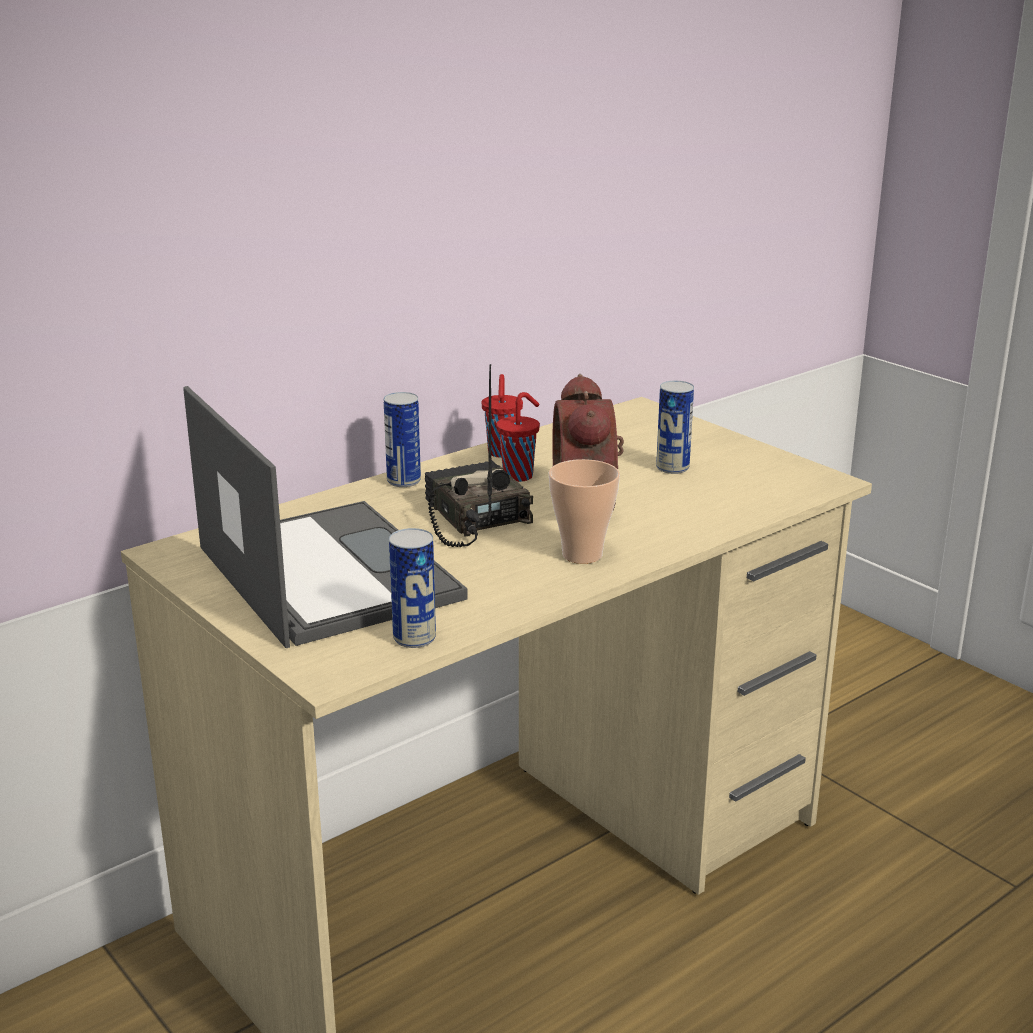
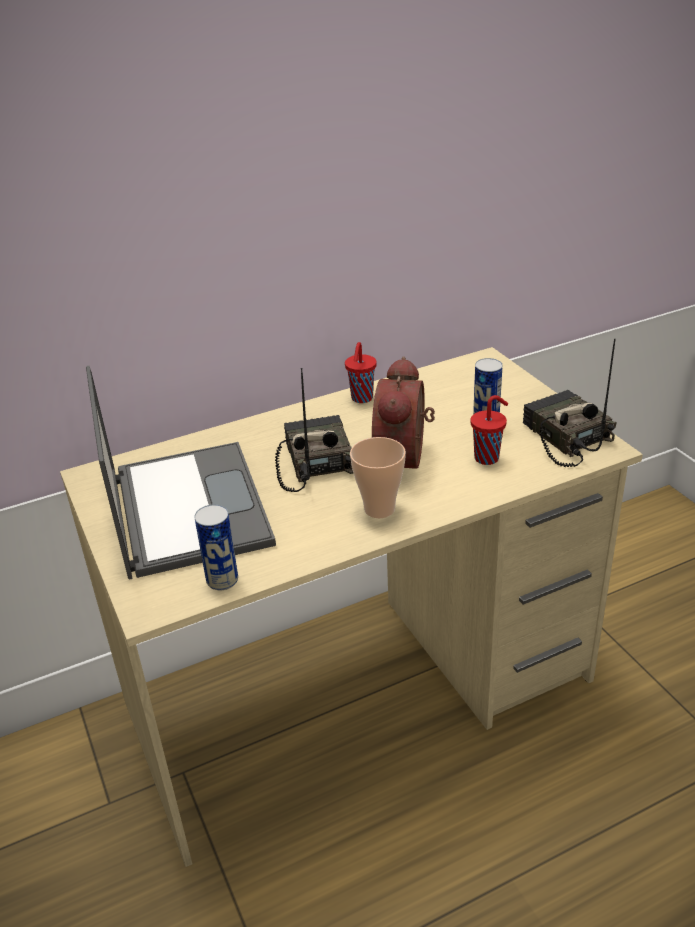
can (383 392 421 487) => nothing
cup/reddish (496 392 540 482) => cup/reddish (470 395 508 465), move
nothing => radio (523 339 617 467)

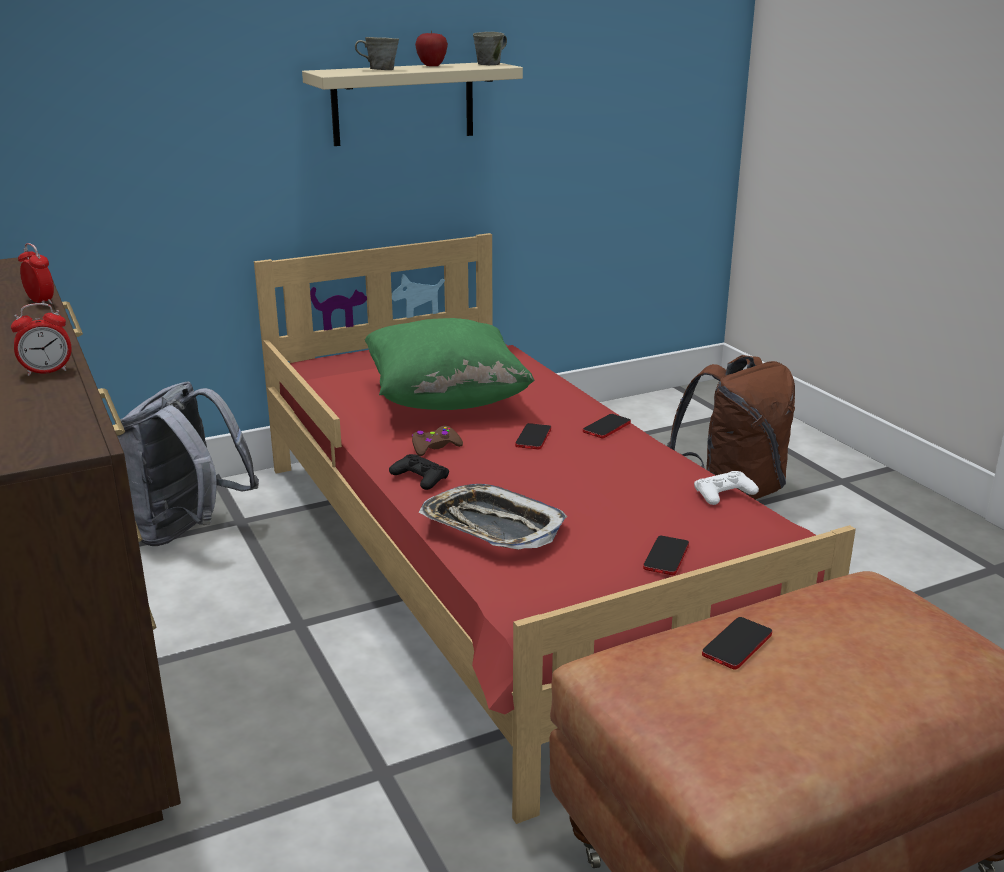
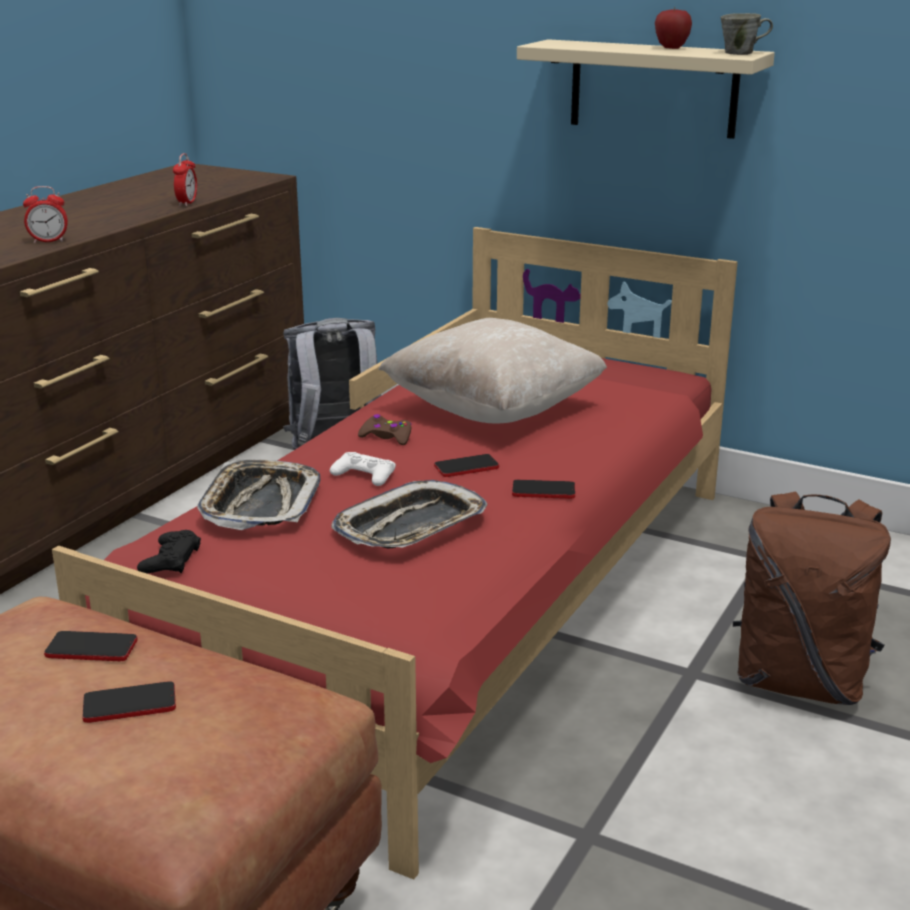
mug/grey (355 37 399 70) => nothing
table clock (11 303 72 376) => table clock (23 186 68 243), 45 degrees counterclockwise
pillow/green (365 318 535 410) => pillow/beige-coloured (378 318 607 423)
gamepad/black (389 454 449 490) => gamepad/black (137 530 201 574), move
gamepad/white-coloured (694 471 759 505) => gamepad/white-coloured (330 452 396 486), move
telephone (643 535 689 575) => telephone (82 681 176 723), move
nothing => tray (331 480 488 549)

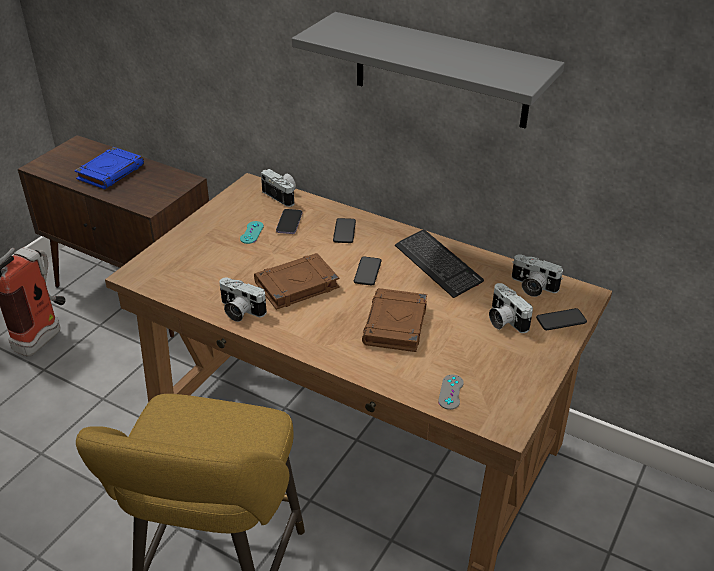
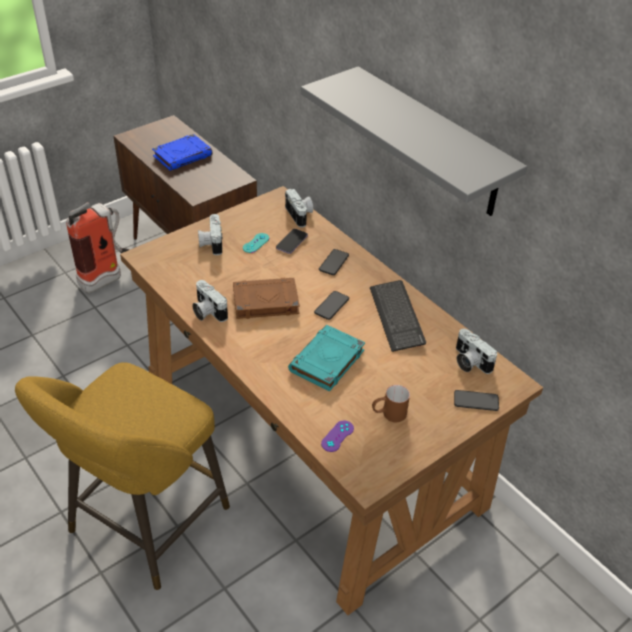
still camera (489 283 533 333) => still camera (198 214 223 255), move
volume/brownish (362 288 427 352) => volume/turquoise (288 325 365 392)
gamepad/grey (438 375 464 410) => gamepad/purple-coloured (321 420 354 452)
nothing => mug/brownish (372 385 410 422)

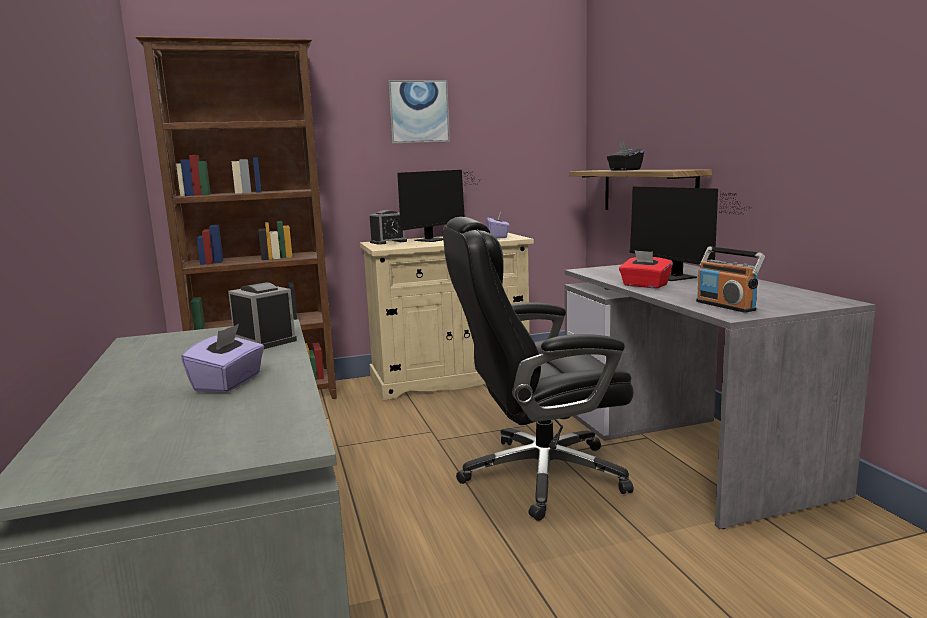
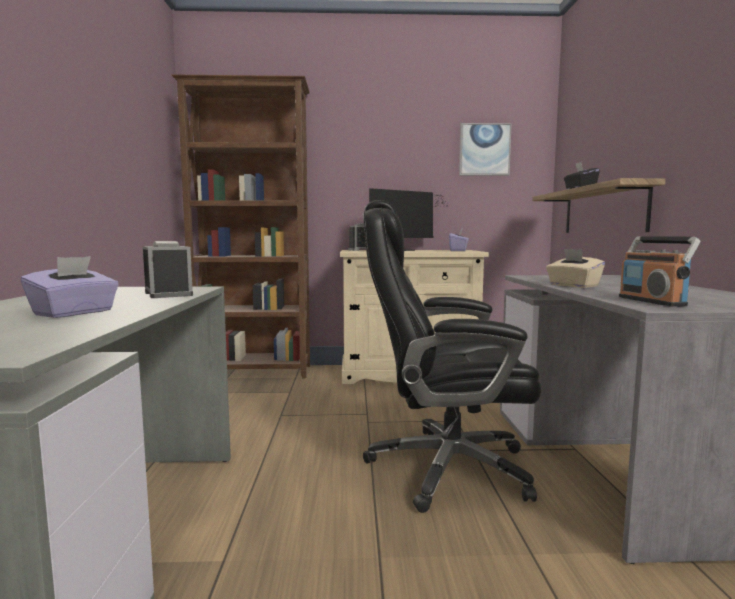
wall picture (388 80 450 144) => wall picture (459 123 512 176), move
monitor (630 187 750 281) => nothing
tissue box/reddish (619 250 673 288) => tissue box/beige-coloured (546 249 605 288)

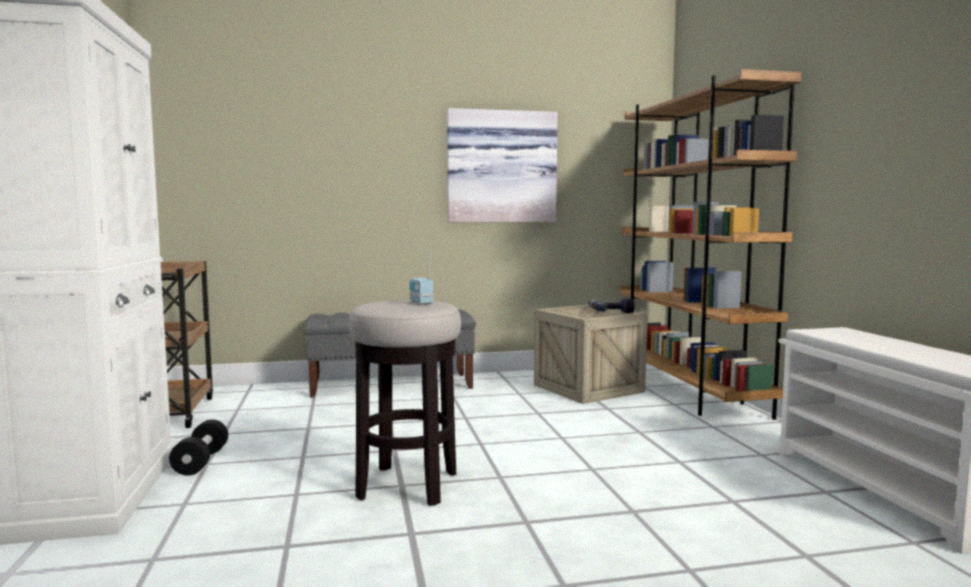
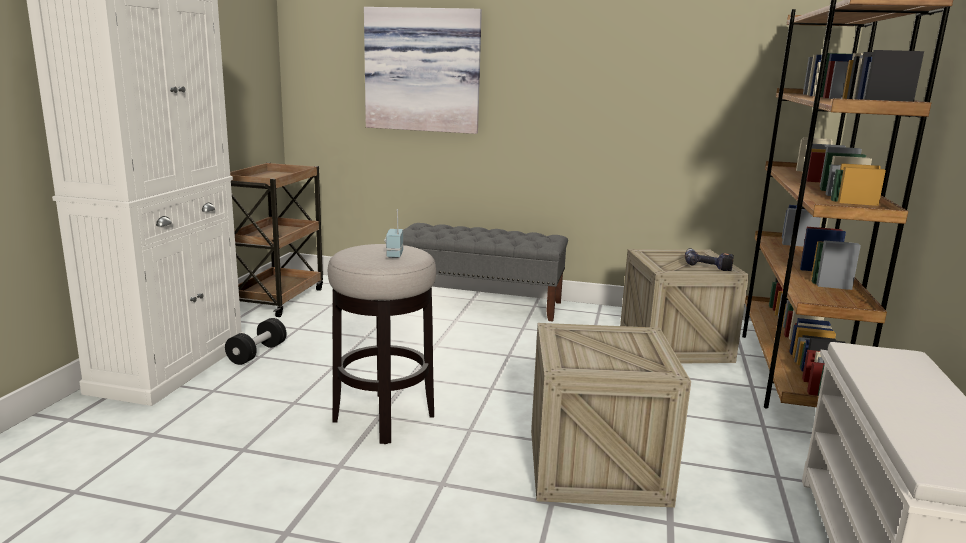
wall picture (447 108 558 222) => wall picture (364 7 482 134), move
nothing => crate (531 323 691 508)

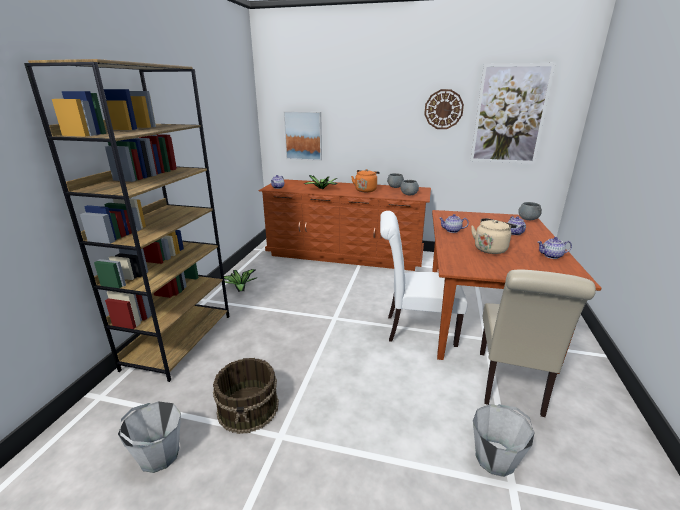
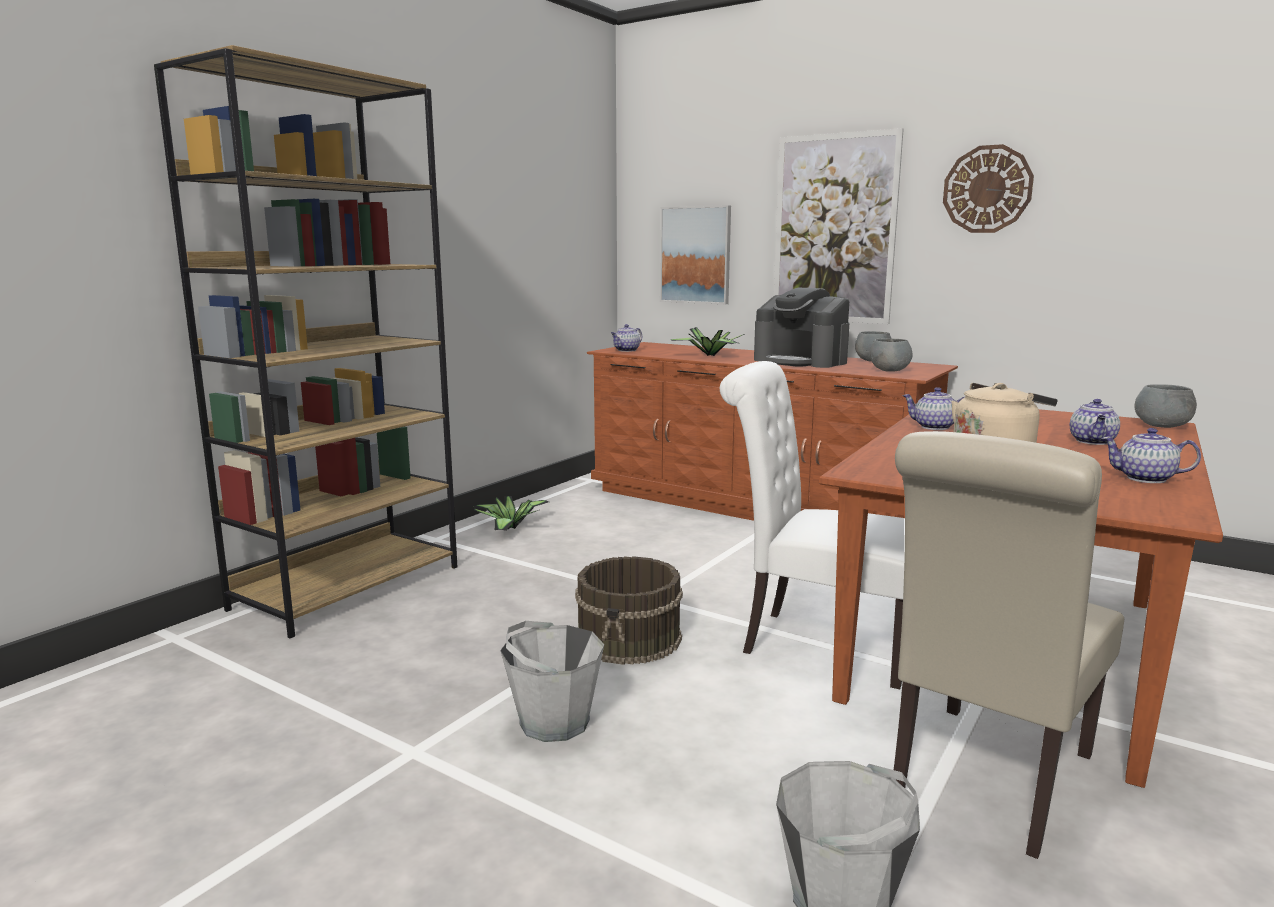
wall picture (470 63 556 164) => wall picture (774 128 904 324), move
tea kettle/orangey (351 169 380 192) => coffee machine (754 287 849 368)
pail/brownish (213 358 279 434) => pail/brownish (575 556 683 665), move
pail/grey (118 401 181 473) => pail/grey (500 621 604 742), move

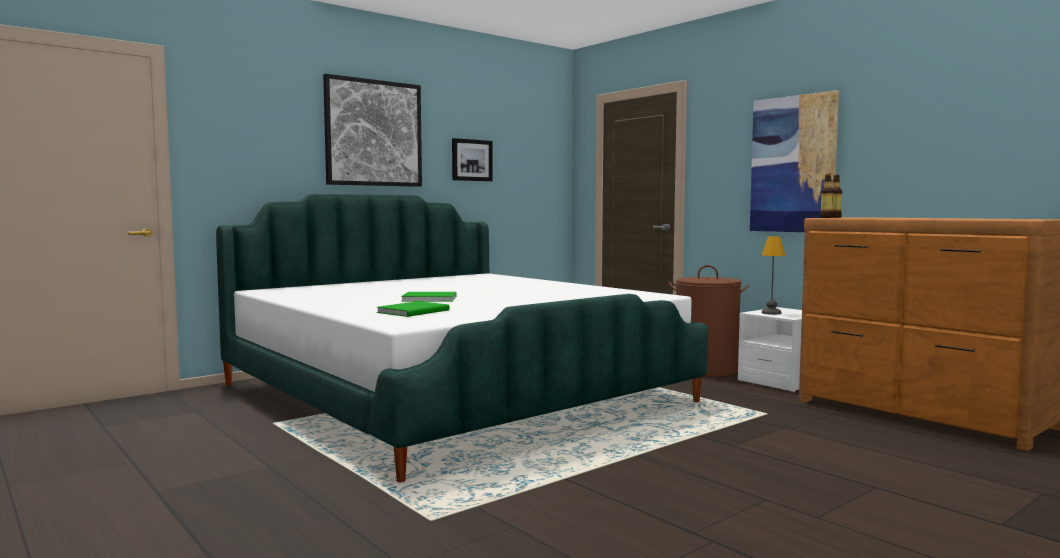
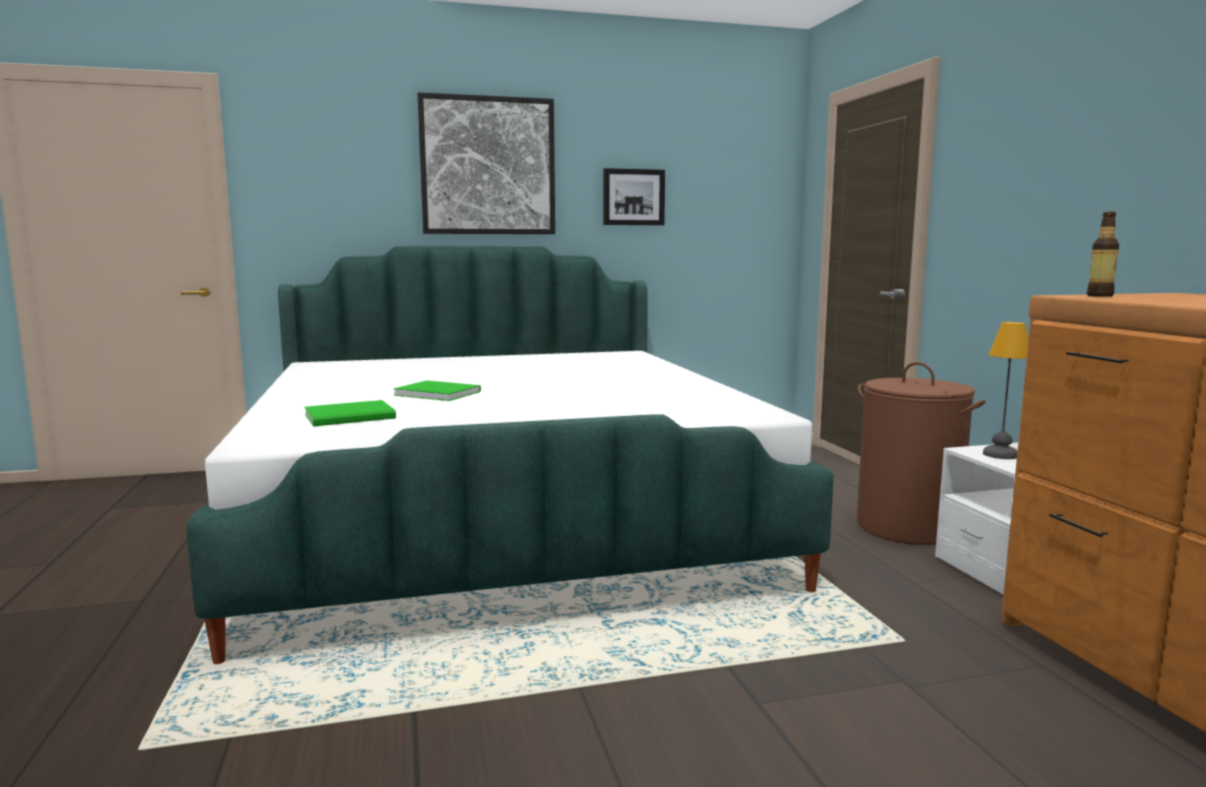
wall picture (750 90 839 232) => nothing
bottle (820 174 834 218) => nothing

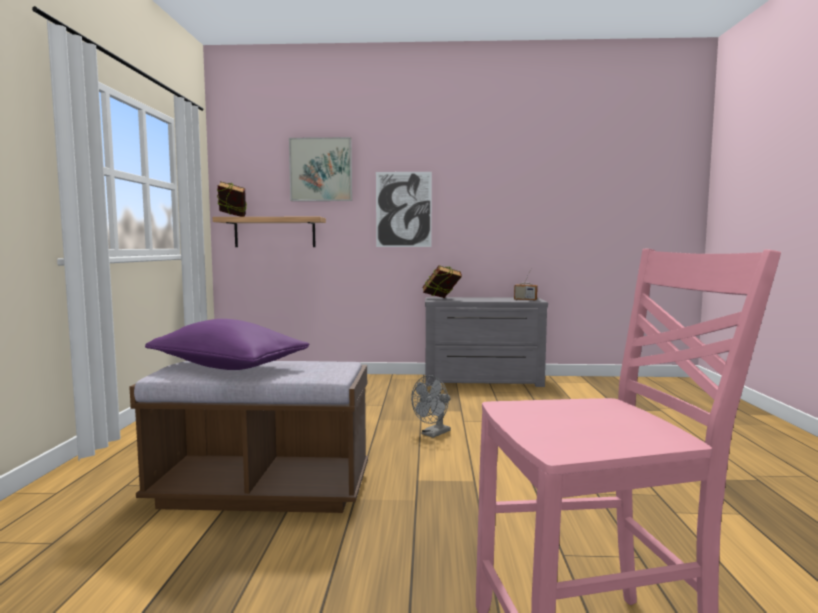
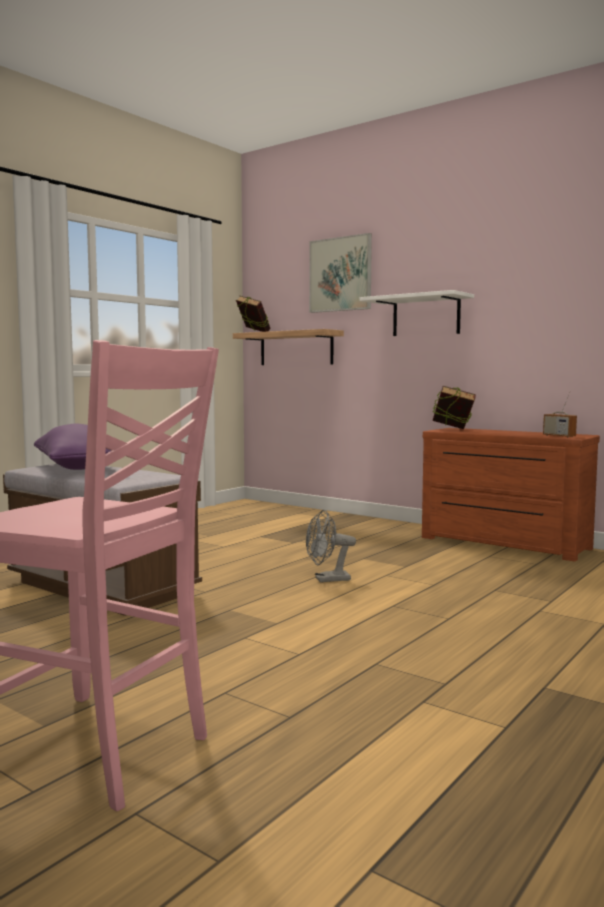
wall picture (376 172 432 247) => wall shelf/white-coloured (360 290 474 336)
chest of drawers/grey (425 297 548 387) => chest of drawers/brownish (422 428 600 562)

